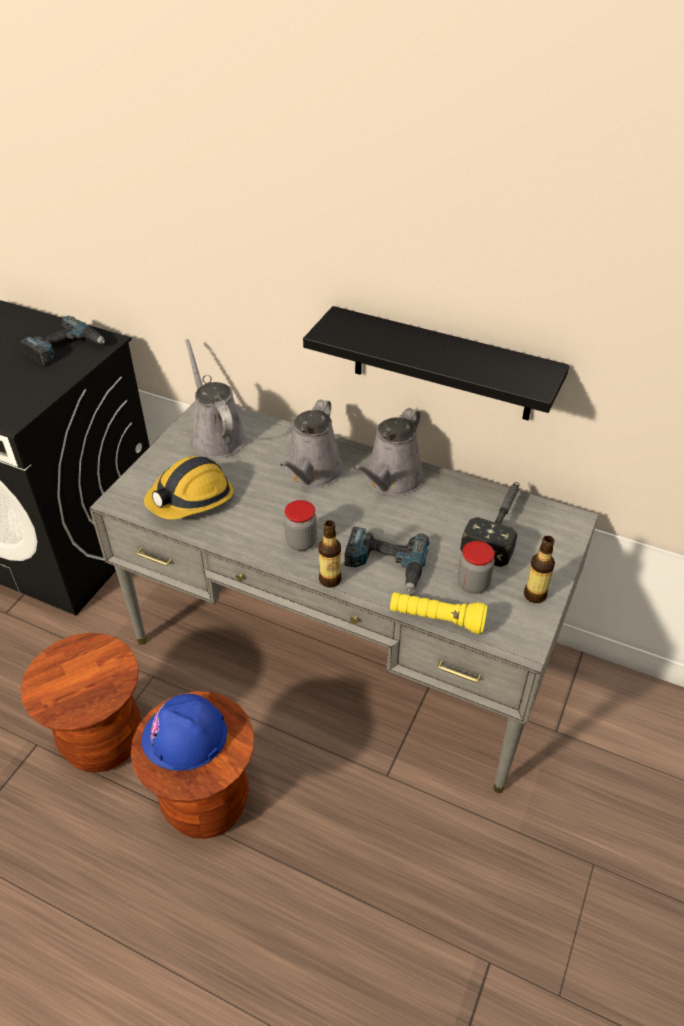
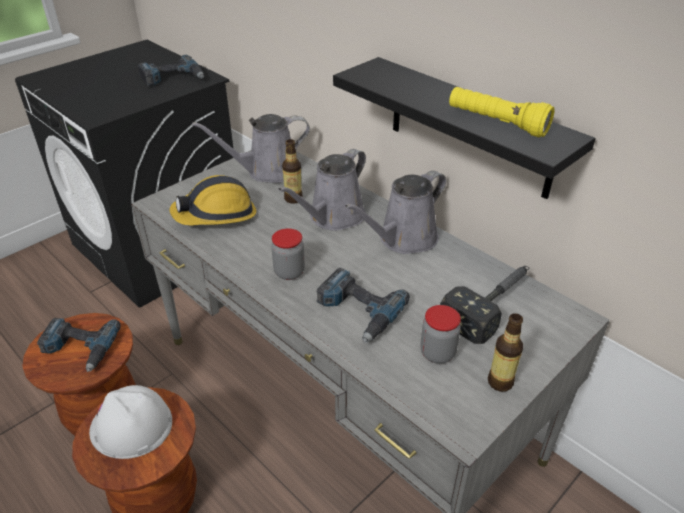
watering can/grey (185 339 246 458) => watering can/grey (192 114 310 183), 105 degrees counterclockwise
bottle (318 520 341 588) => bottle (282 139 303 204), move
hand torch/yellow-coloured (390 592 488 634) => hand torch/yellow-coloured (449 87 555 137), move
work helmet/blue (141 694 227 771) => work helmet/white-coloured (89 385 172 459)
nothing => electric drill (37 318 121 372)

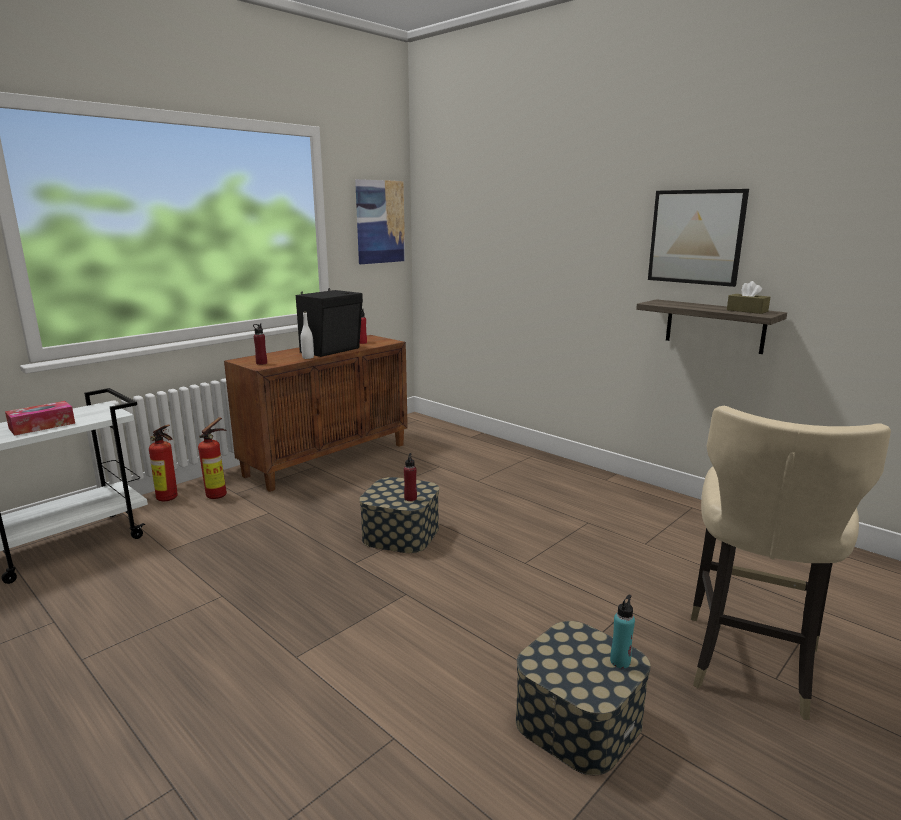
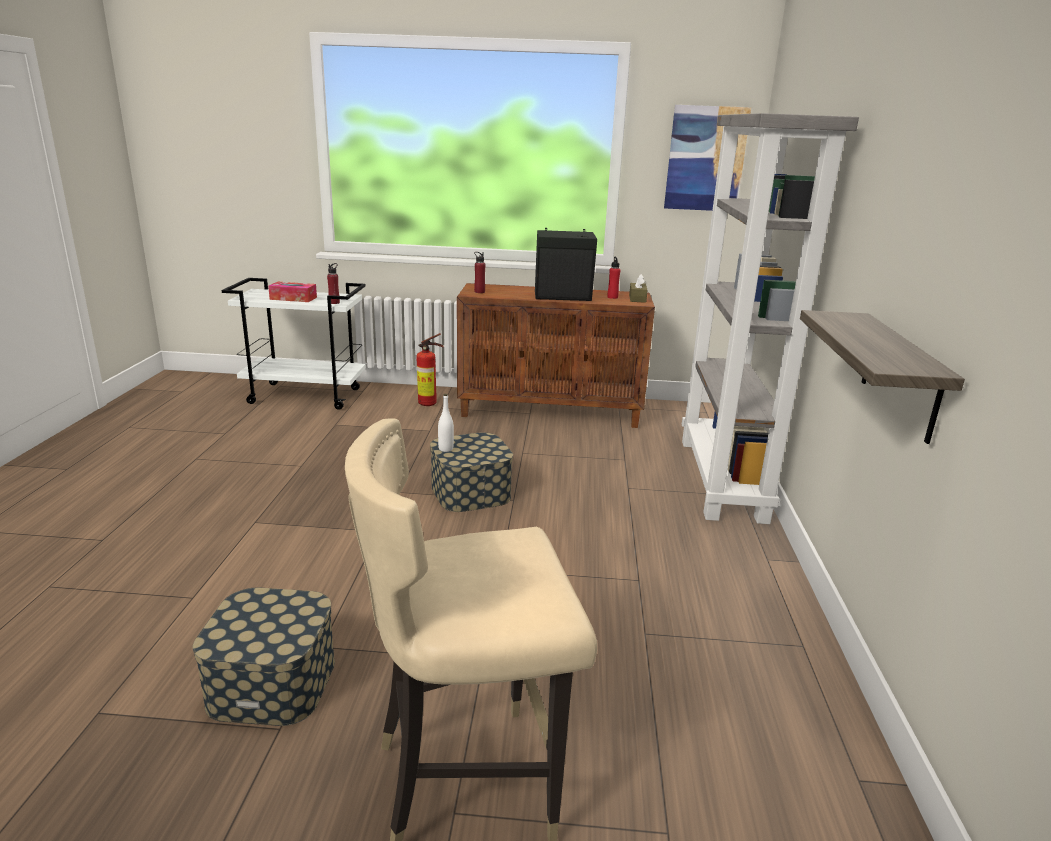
wall picture (648 189 749 287) => nothing
tissue box/brownish (727 281 770 314) => tissue box/brownish (629 274 648 303), move
bottle/white-coloured (301 311 314 359) => bottle/white-coloured (438 394 454 452), move
fire extinguisher (149 424 178 501) => nothing
bottle/reddish (404 453 417 501) => bottle/reddish (327 263 340 304), move
bottle/turquoise (610 594 635 668) => nothing
nothing => shelving unit/grey (682 113 859 524)

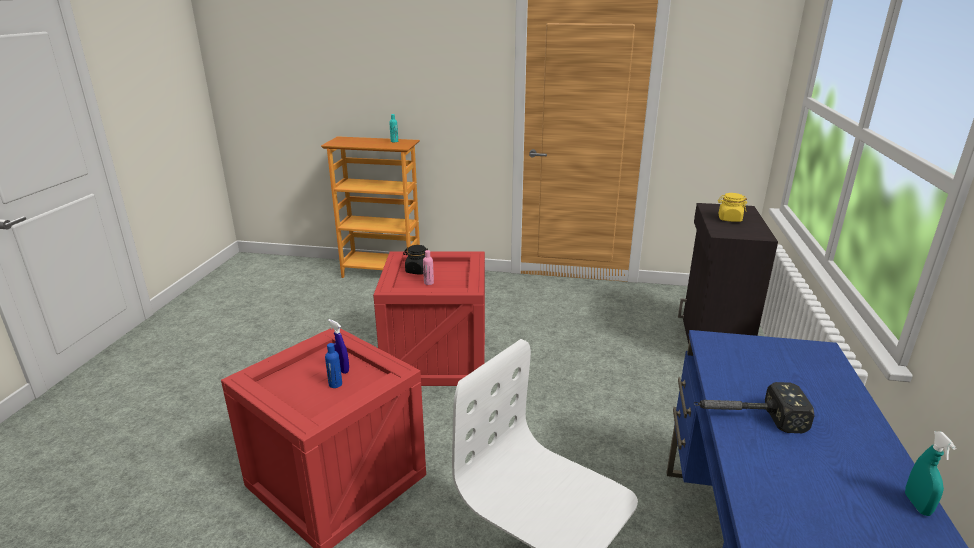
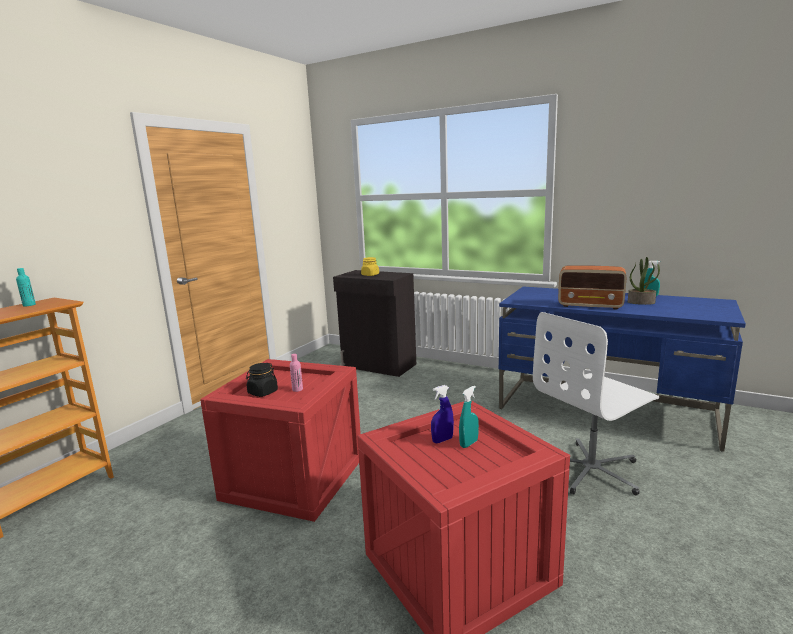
bottle/blue (325 343 342 388) => hand sprayer/turquoise (459 385 479 448)
hand hammer (694 382 814 433) => radio (558 265 626 310)
nothing => plant in a pot (628 257 660 305)

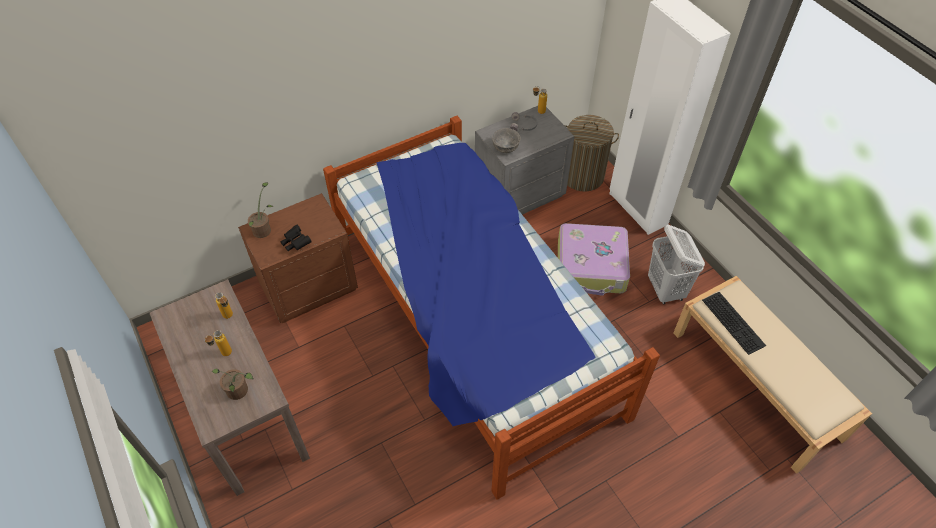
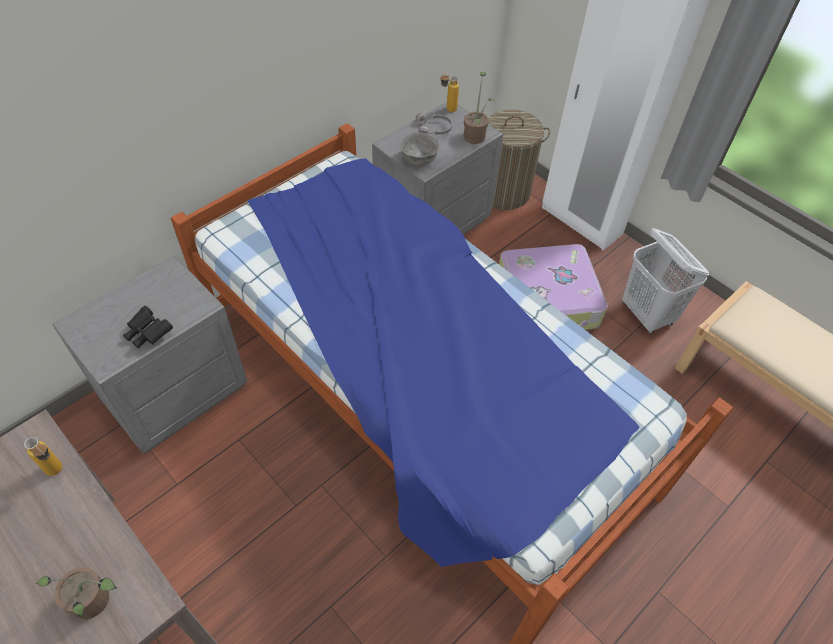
plant in a pot (248 183 273 238) => plant in a pot (464 72 494 144), move
bedside table/brownish (238 193 358 323) => bedside table/grey (52 255 248 454)
keyboard (702 292 766 355) => nothing
bottle (205 330 232 356) => nothing

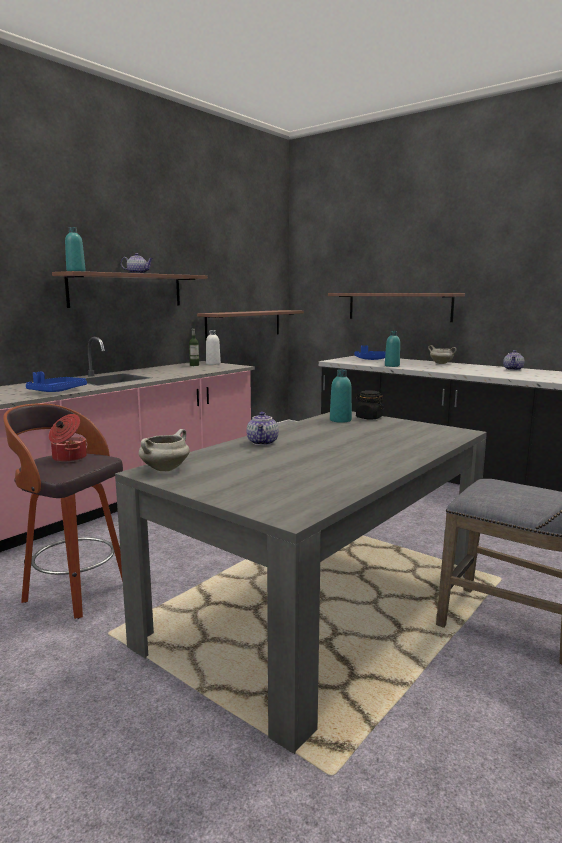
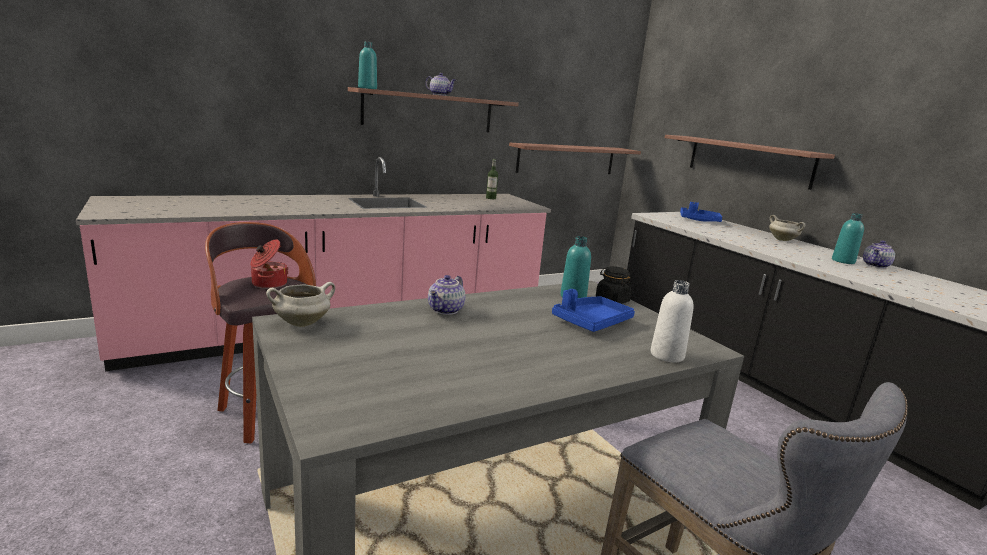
bottle/white-coloured (206 330 221 365) => bottle/white-coloured (651 280 693 362), move
bottle/turquoise (385 331 400 367) => bottle/turquoise (832 213 864 264), move
tray/blue (26 372 87 392) => tray/blue (552 289 635 332), move

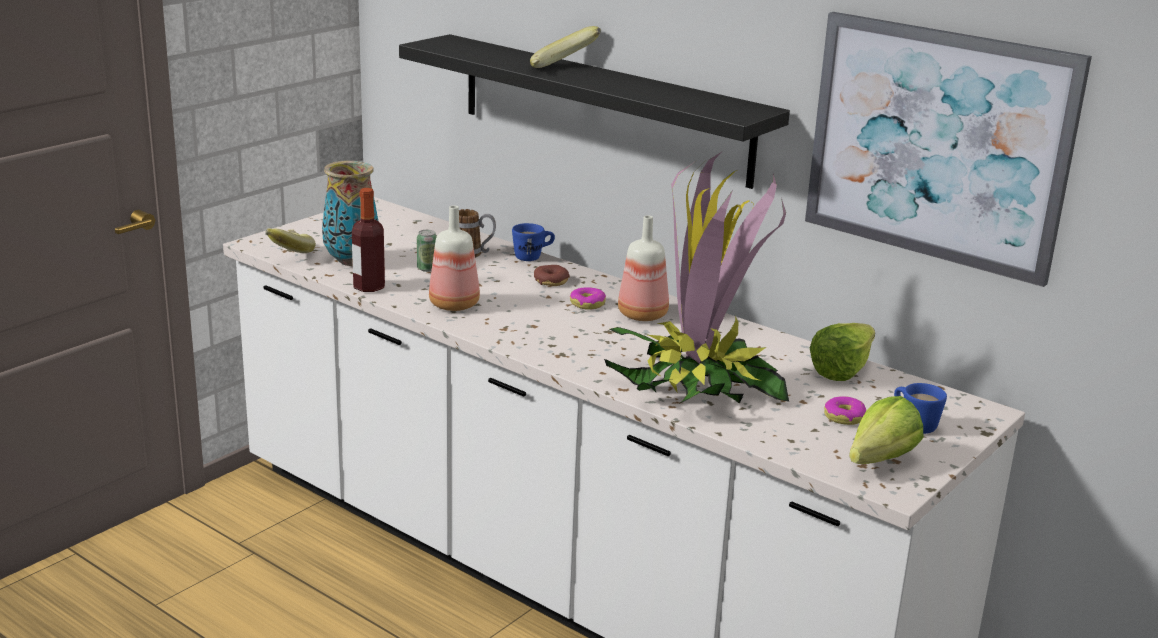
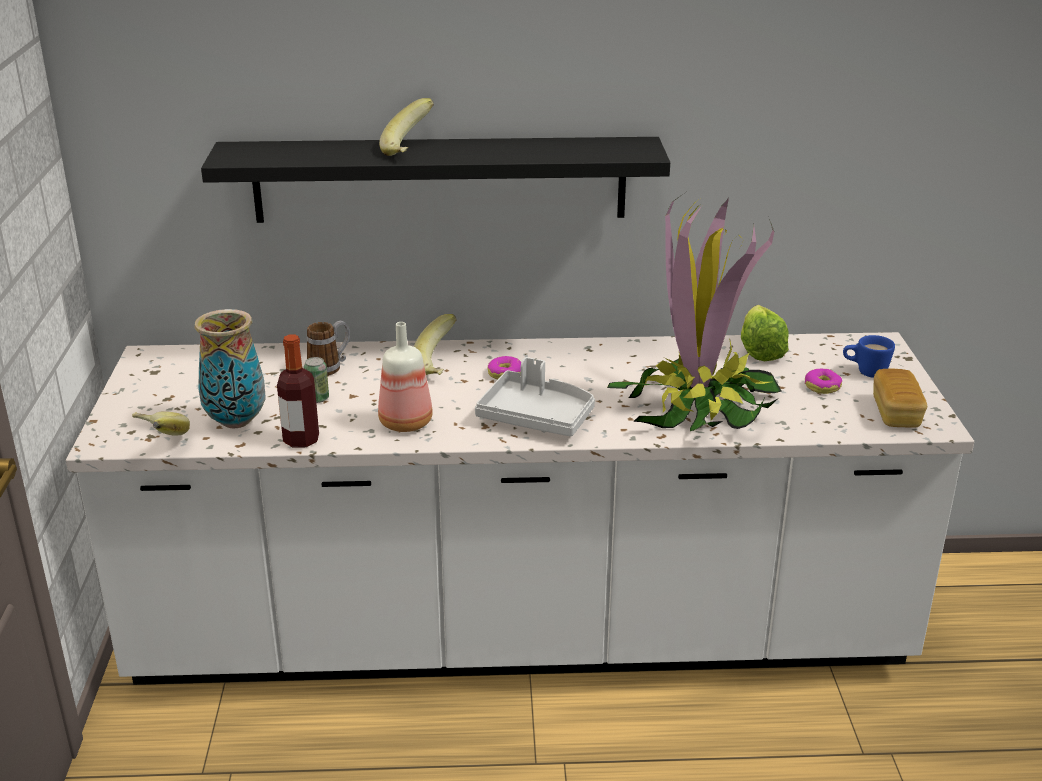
wall picture (805 12 1092 287) => nothing
bottle (618 215 669 321) => nothing
mug/blue (512 223 555 261) => nothing
doughnut (534 265 570 286) => banana fruit (414 314 457 375)
lettuce head (849 396 923 464) => baked bread (873 369 927 428)
nothing => tray/grey (475 357 595 437)

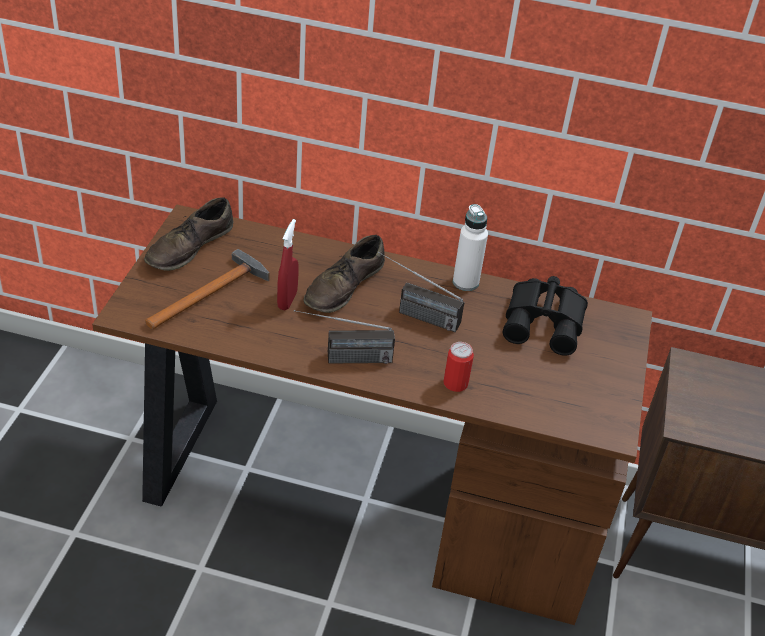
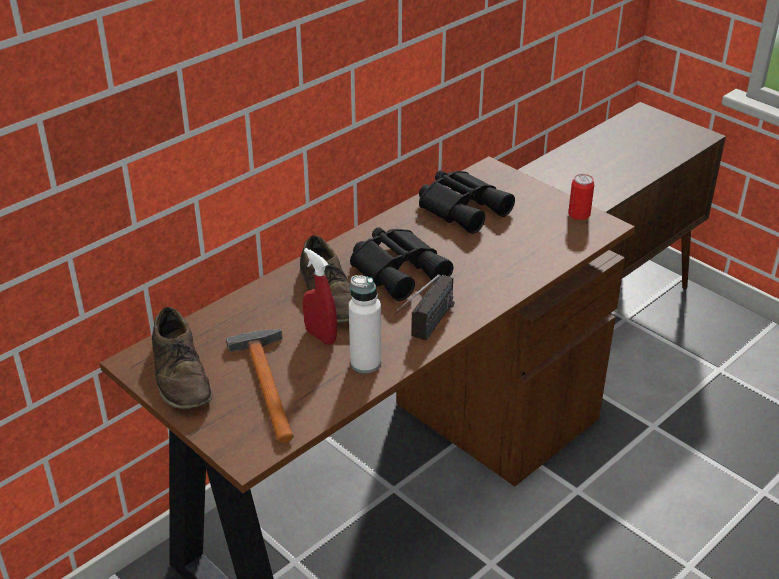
bottle/white-coloured (453 204 488 291) => bottle/white-coloured (349 275 381 373), move
radio (378 252 464 332) => field glasses/black (350 227 453 301)
can (443 342 474 392) => can (568 174 594 220), move

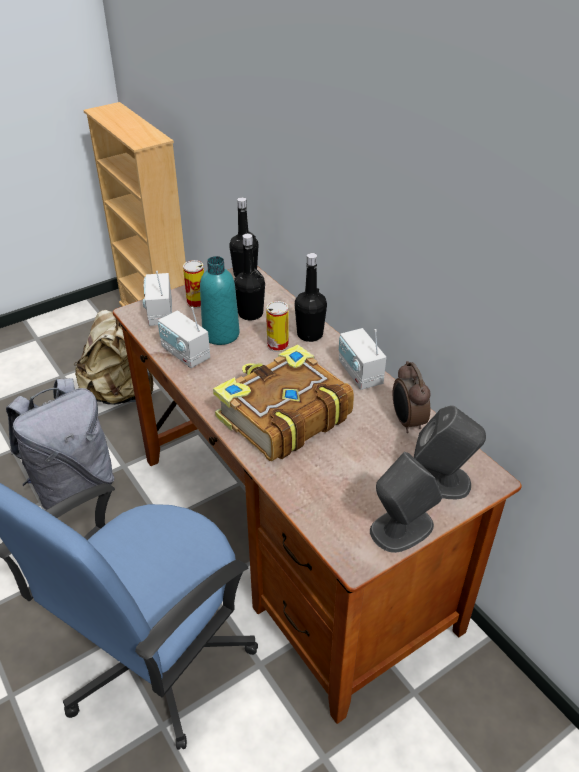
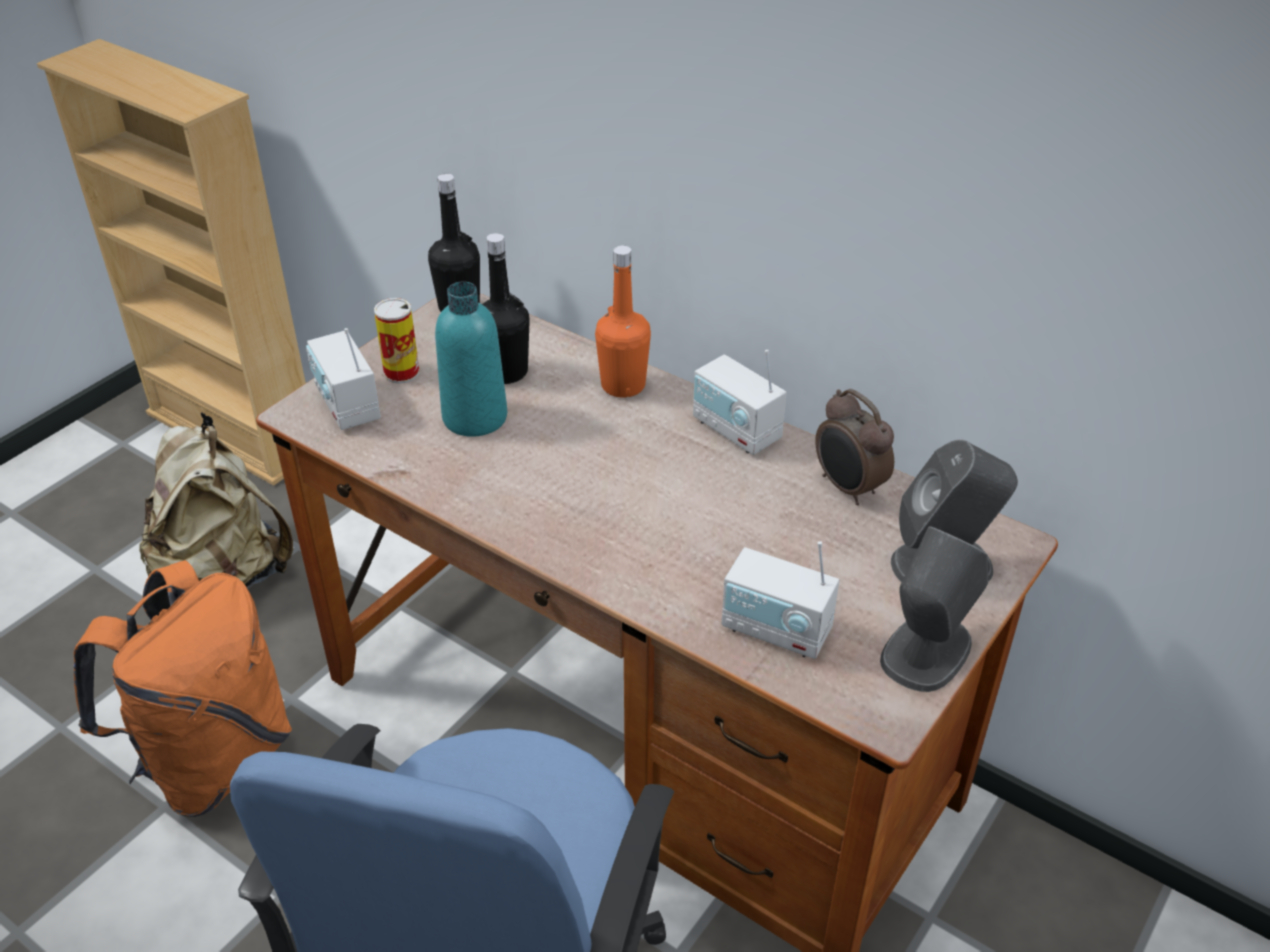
bottle/black (295 253 327 342) => bottle/orangey (595 245 651 398)
can (266 301 289 352) => nothing
radio (158 307 210 368) => radio (722 541 839 659), move
volume (213 344 354 461) => nothing
rucksack/grey (6 378 114 510) => rucksack/orangey (73 560 292 817)

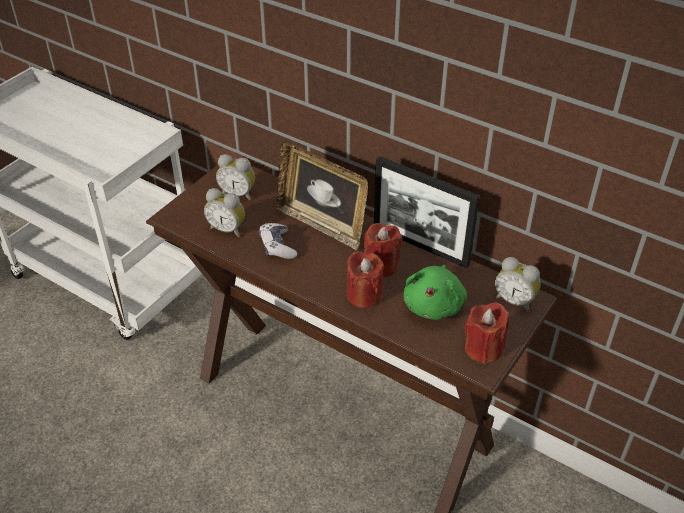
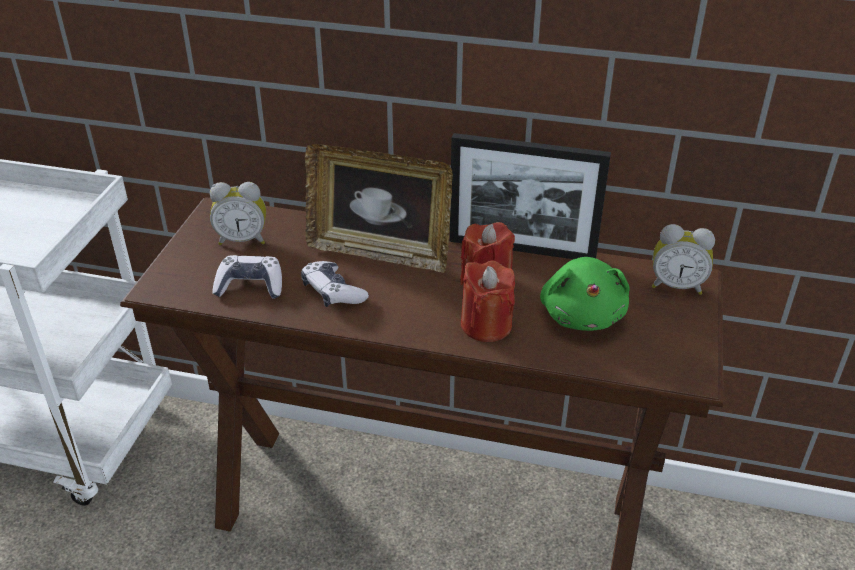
table clock (204 188 245 237) => gamepad (212 255 282 299)
candle/reddish (465 303 509 364) => nothing

